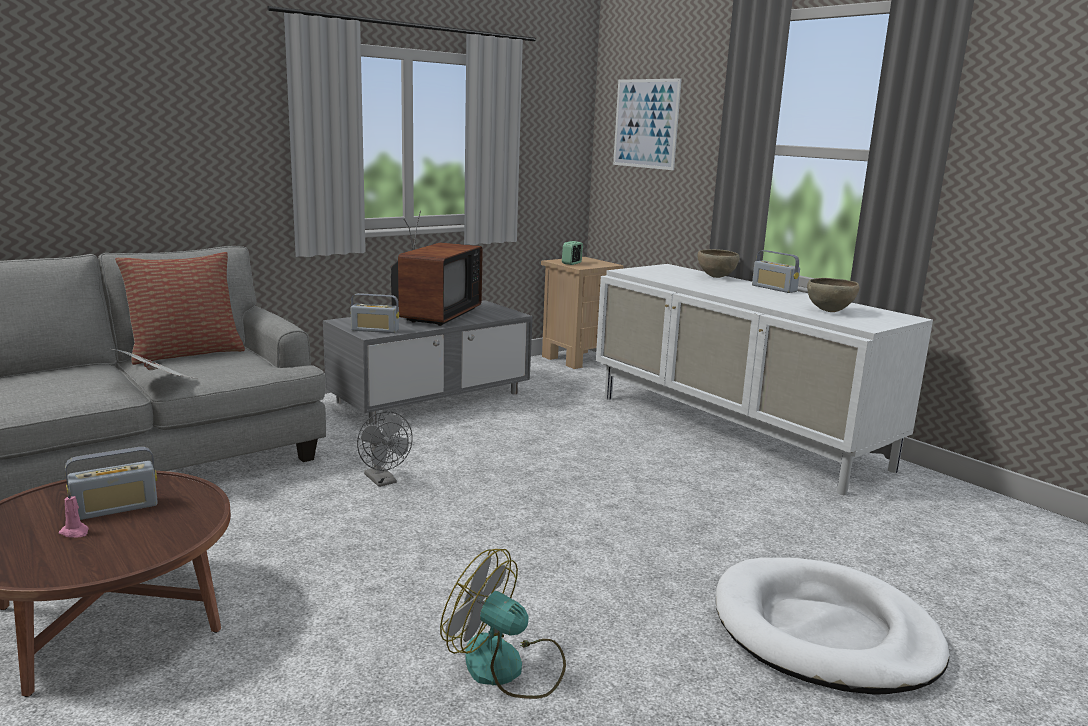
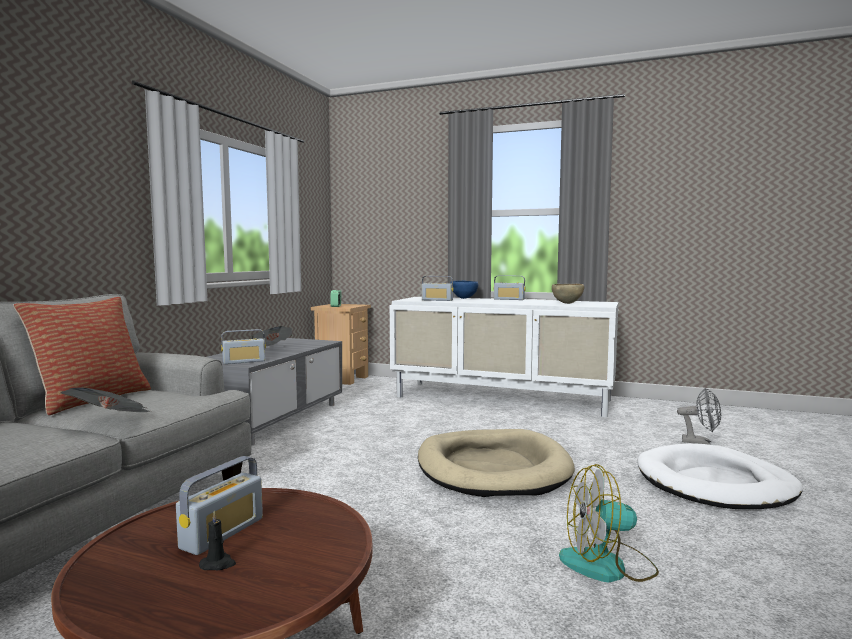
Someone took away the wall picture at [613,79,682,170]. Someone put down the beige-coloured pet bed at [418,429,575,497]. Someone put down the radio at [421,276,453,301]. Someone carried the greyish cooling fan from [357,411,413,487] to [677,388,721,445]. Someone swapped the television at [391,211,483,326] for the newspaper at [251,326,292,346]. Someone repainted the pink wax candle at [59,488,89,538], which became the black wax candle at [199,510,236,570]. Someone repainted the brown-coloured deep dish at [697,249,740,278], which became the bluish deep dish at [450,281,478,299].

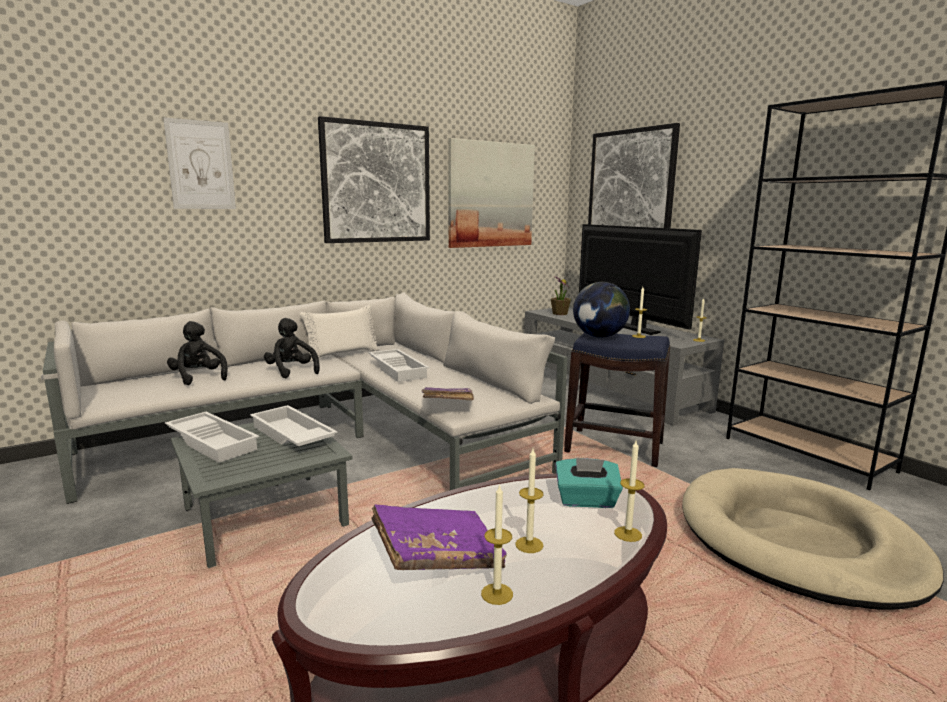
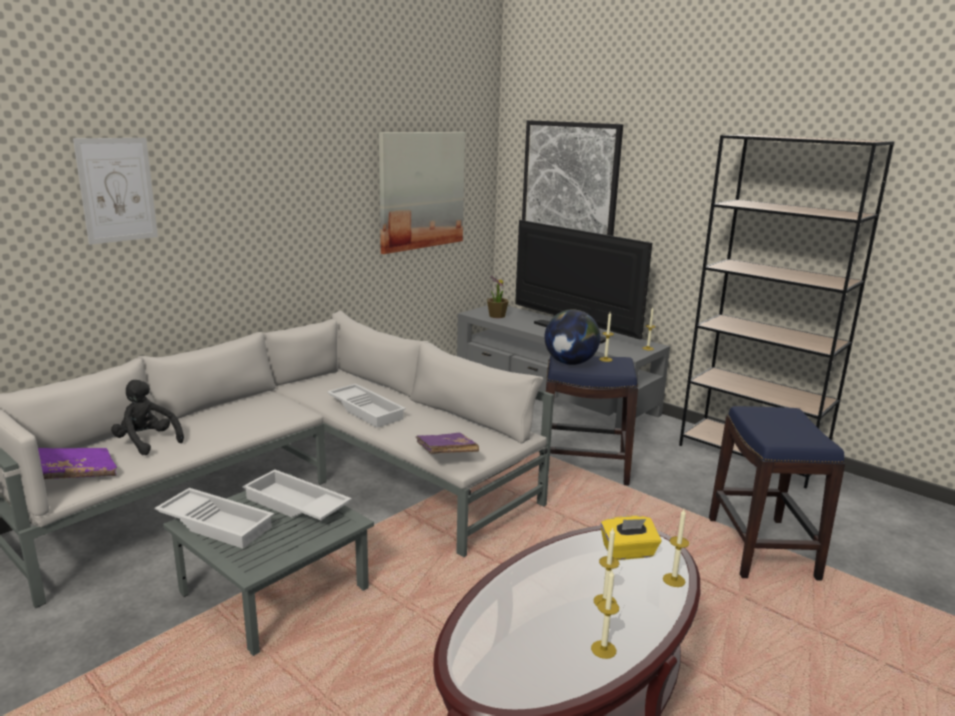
Someone took away the black cuddly toy at [264,318,320,378]. Someone took away the white-coloured pillow at [299,305,379,362]. Someone took away the wall picture at [318,116,430,243]. Someone carried the purple-coloured bound book from [371,505,506,570] to [38,448,117,479]. Someone swapped the beige-coloured pet bed at [682,468,944,610] for the sitting stool at [709,406,845,580]. Someone repainted the turquoise box of tissues at [555,458,623,508], which became the yellowish box of tissues at [601,516,661,560].

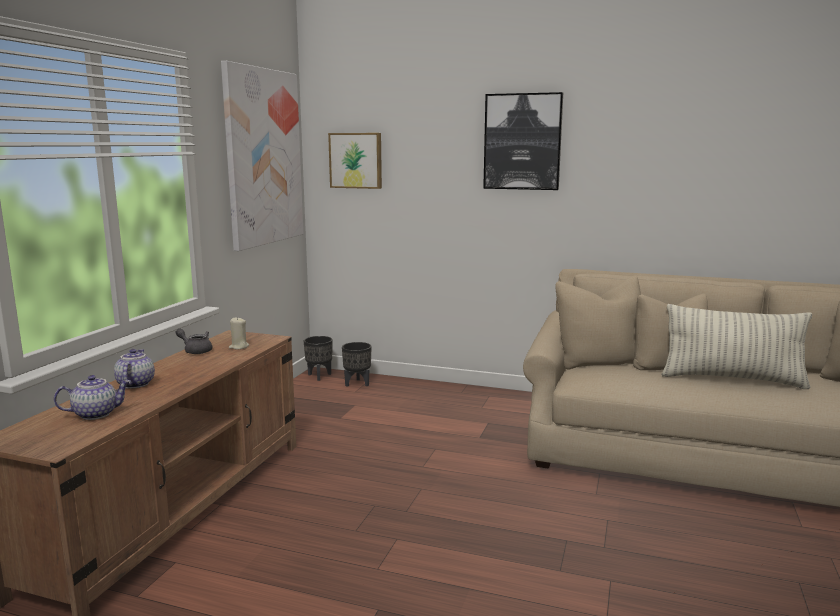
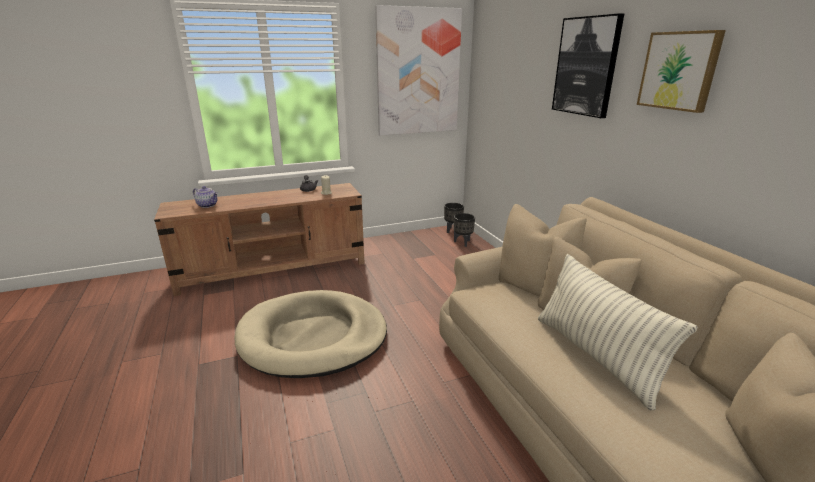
Someone took away the tea pot at [114,349,155,388]. Someone put down the beige-coloured pet bed at [234,290,387,378]. Someone carried the wall picture from [328,133,382,189] to [637,30,726,113].

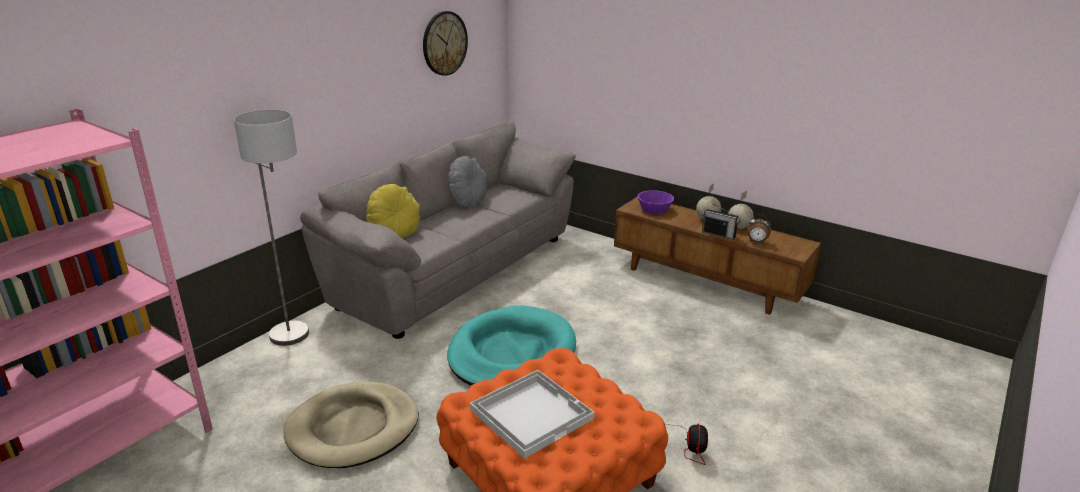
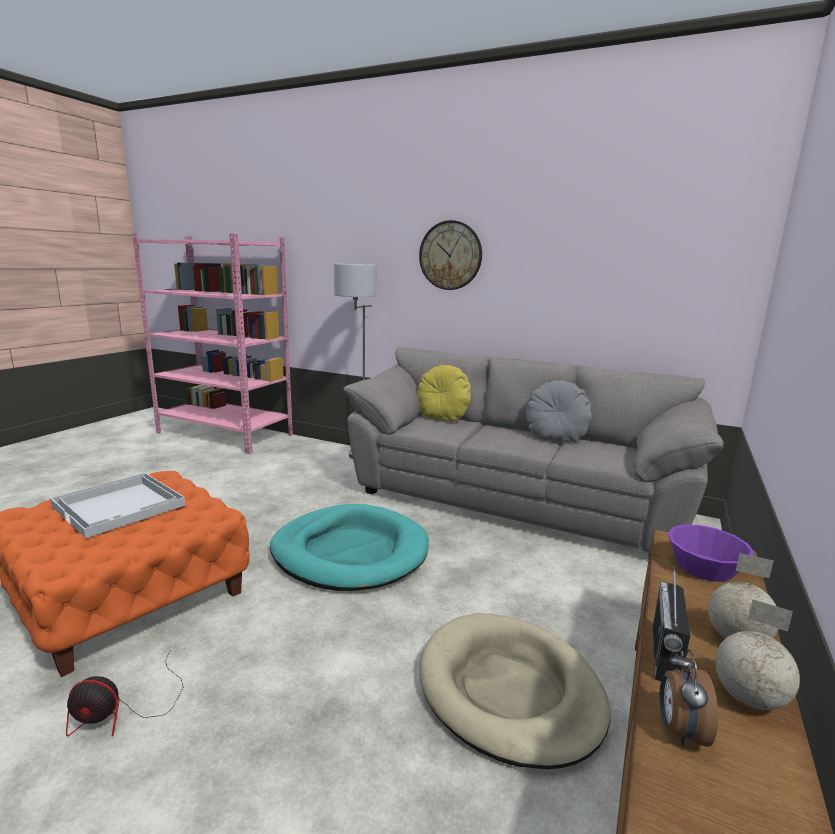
Someone carried the beige-coloured pet bed from [283,382,419,468] to [419,613,611,769]. Someone carried the hanging clock from [423,11,468,76] to [419,220,482,290].

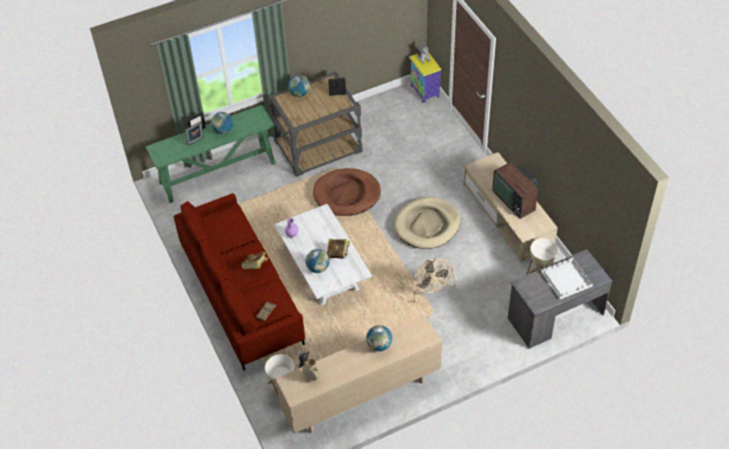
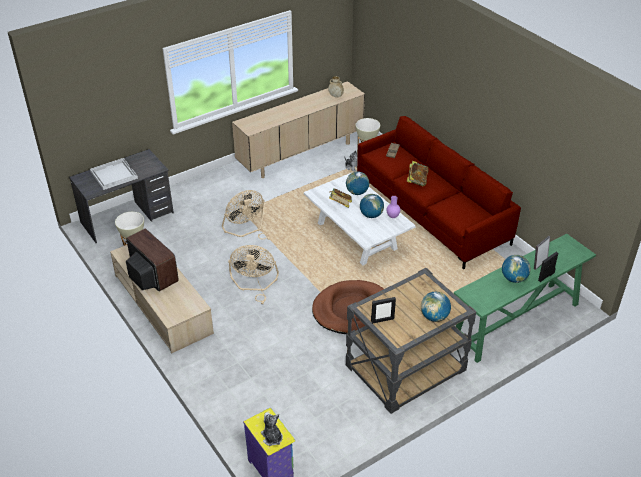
Someone carried the world globe from [366,325,392,351] to [360,194,384,218]. Someone swapped the beige-coloured pet bed at [394,197,461,249] for the beige-coloured cooling fan at [228,245,279,304].

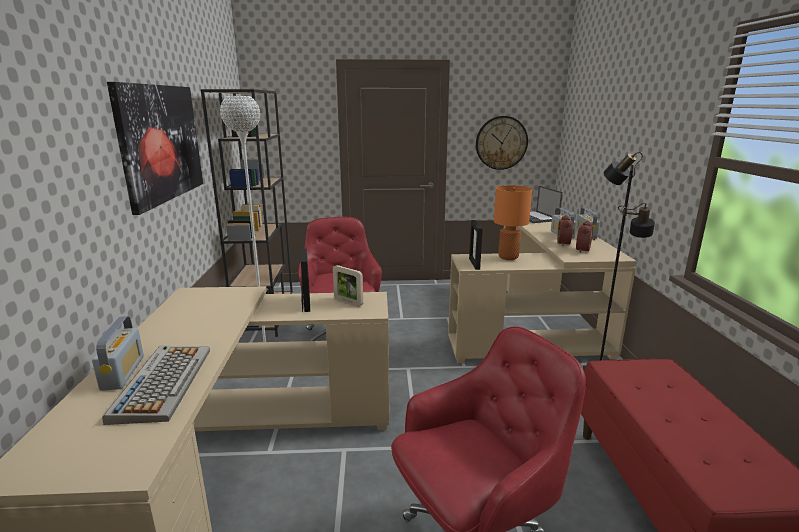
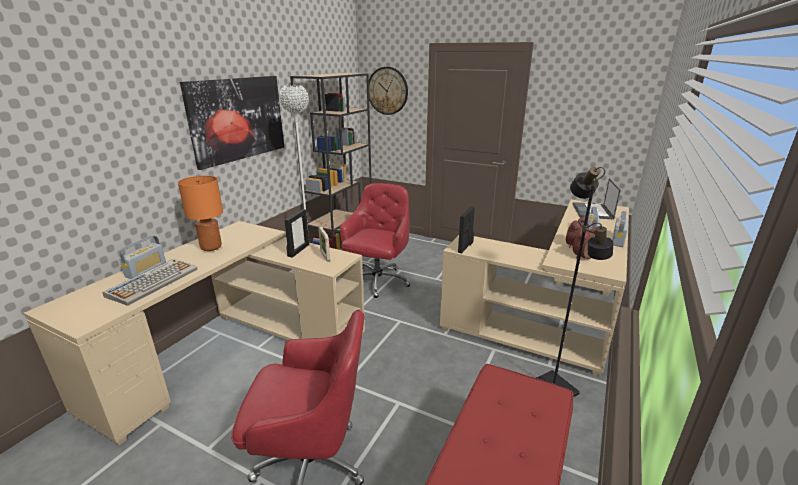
Someone carried the hanging clock from [476,116,528,170] to [369,67,408,115]. Someone carried the orangey tabletop lamp from [494,185,532,260] to [178,176,223,251].

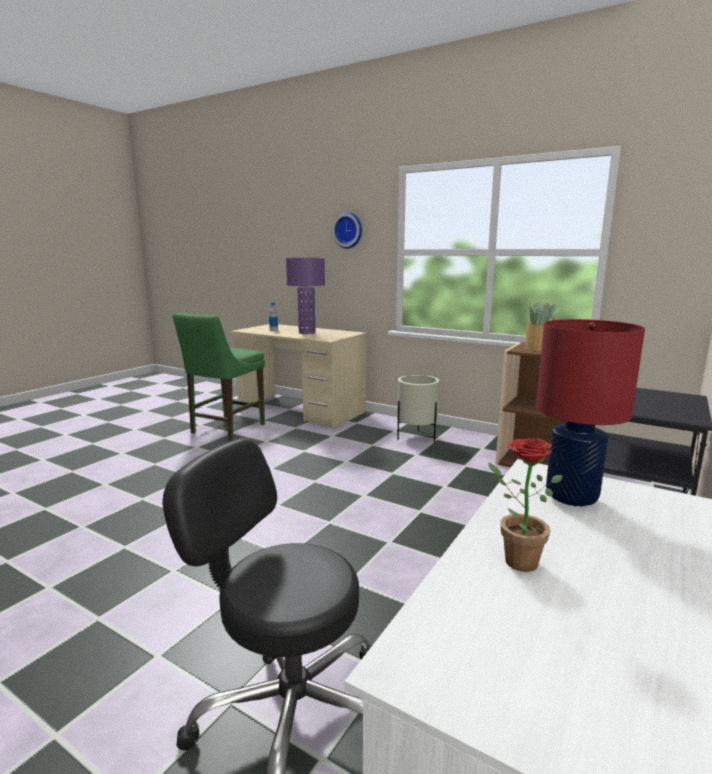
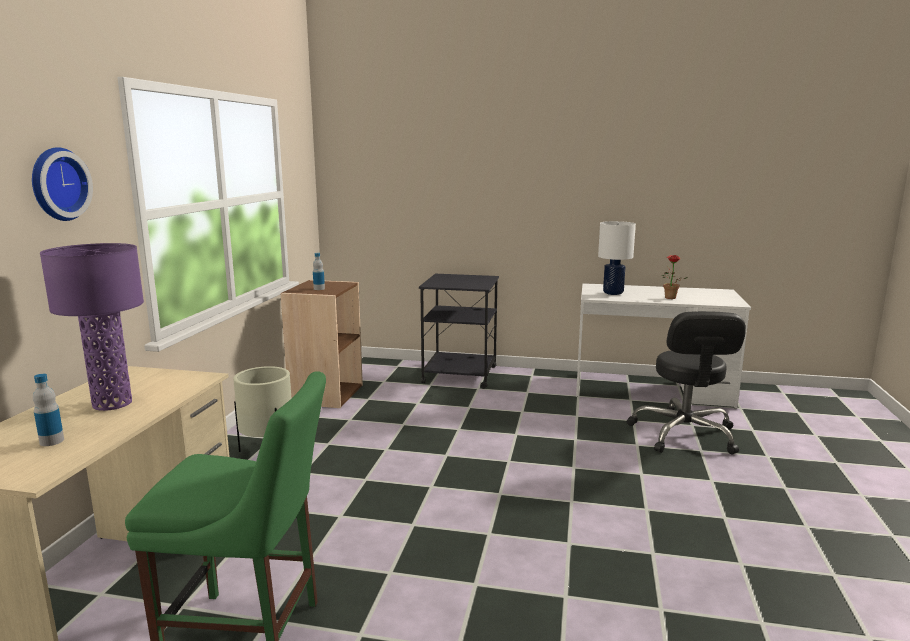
Someone swapped the plant in a pot at [525,303,560,351] for the bottle at [313,253,325,290]. Someone repainted the reddish tabletop lamp at [536,319,645,506], which became the white-coloured tabletop lamp at [598,221,636,295].

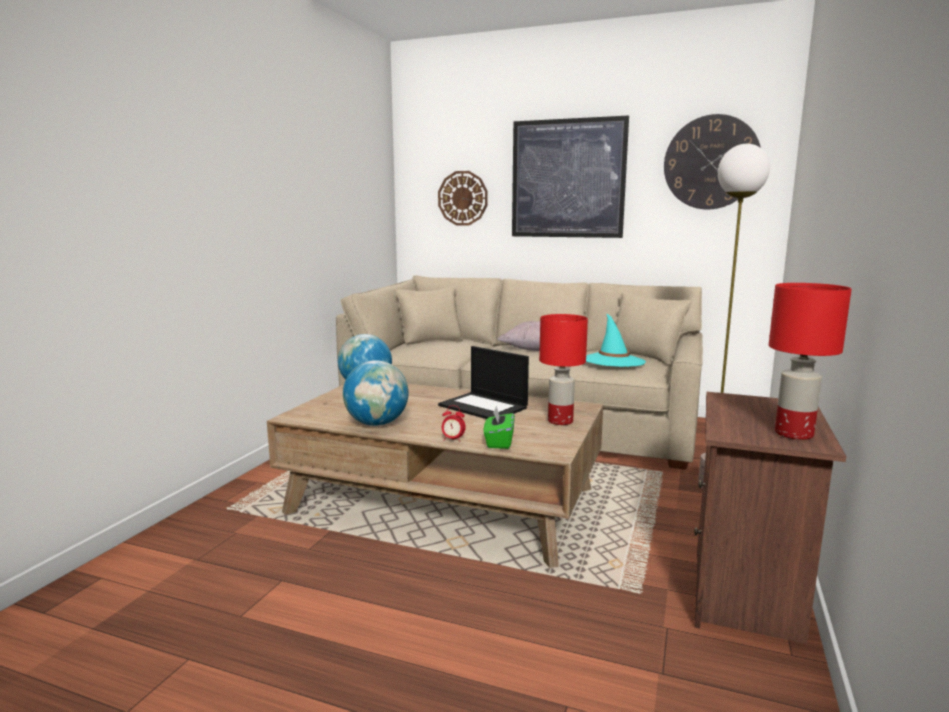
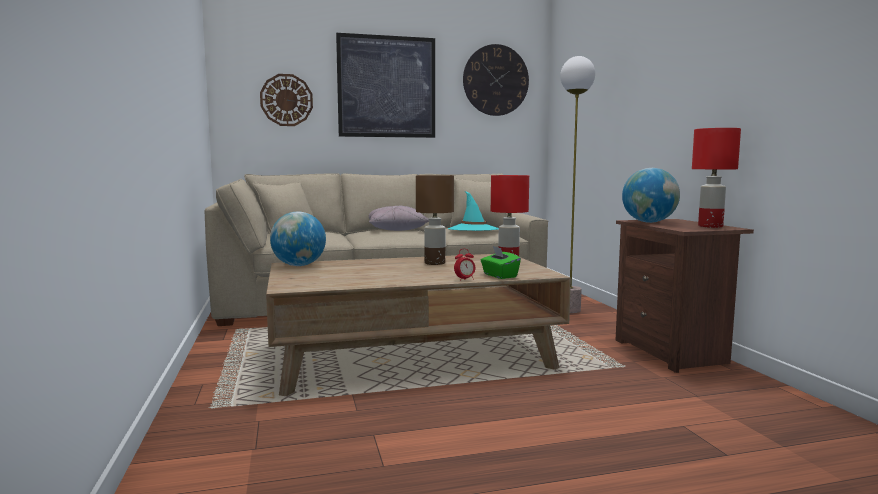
Someone carried the world globe from [343,360,408,426] to [622,168,680,223]. Someone swapped the portable computer at [438,346,529,419] for the brown-coloured tabletop lamp at [416,175,454,265].

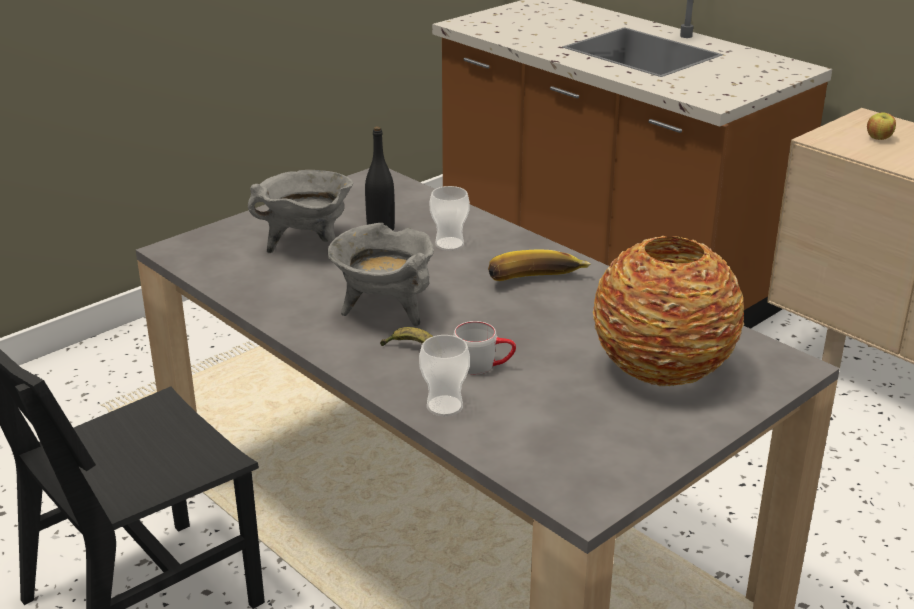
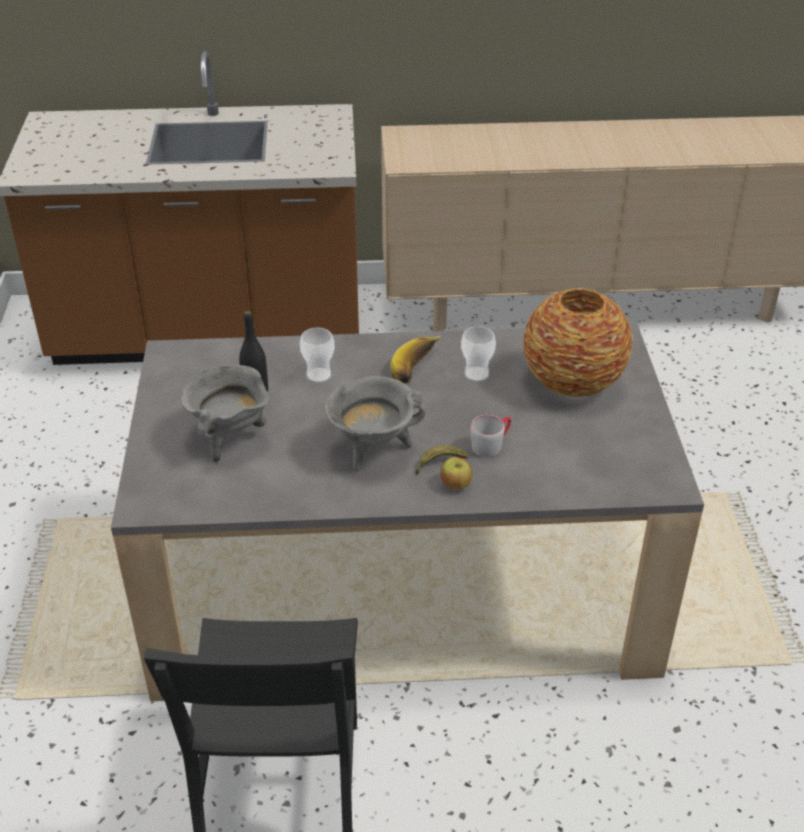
Someone carried the drinking cup from [419,335,470,416] to [461,326,496,382]. Someone carried the whole apple from [867,113,896,140] to [440,457,472,490].

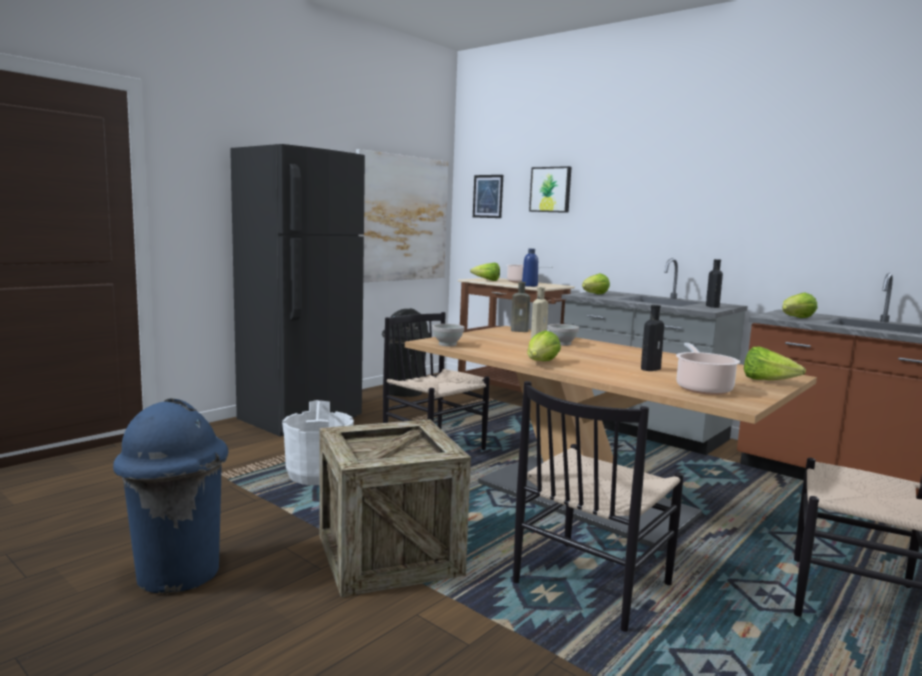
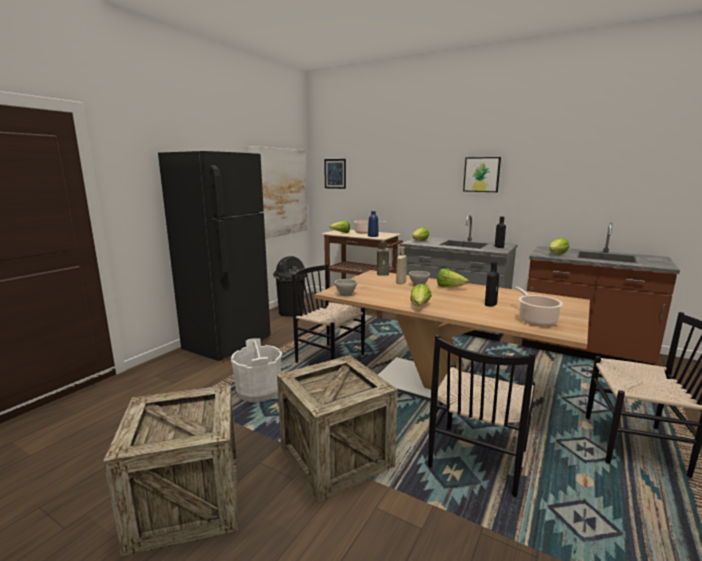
Someone carried the wall picture from [529,166,572,213] to [463,157,501,192]. Someone carried the head of lettuce from [744,347,806,380] to [437,269,469,287]. Someone swapped the bluish trash can at [113,398,229,593] for the packing crate at [103,385,238,557].

